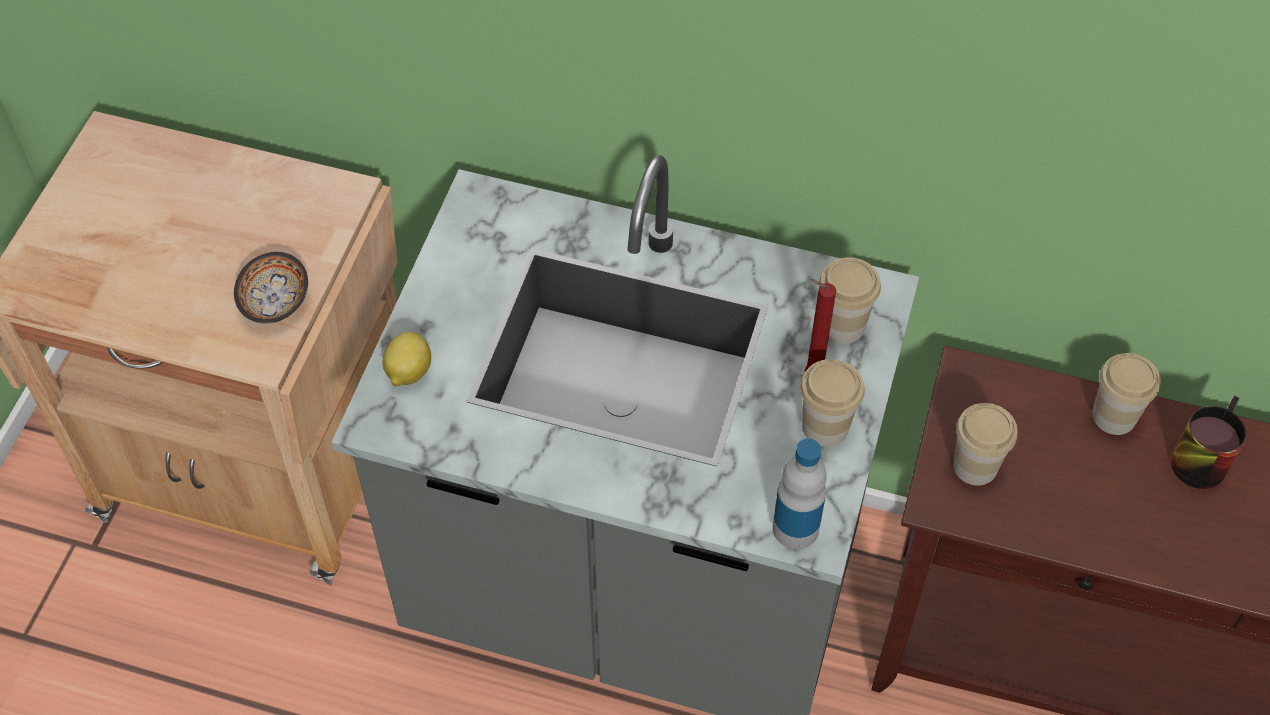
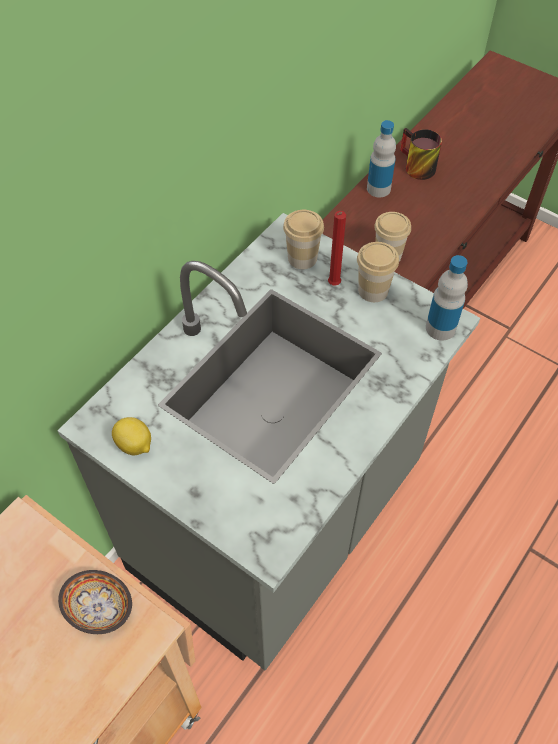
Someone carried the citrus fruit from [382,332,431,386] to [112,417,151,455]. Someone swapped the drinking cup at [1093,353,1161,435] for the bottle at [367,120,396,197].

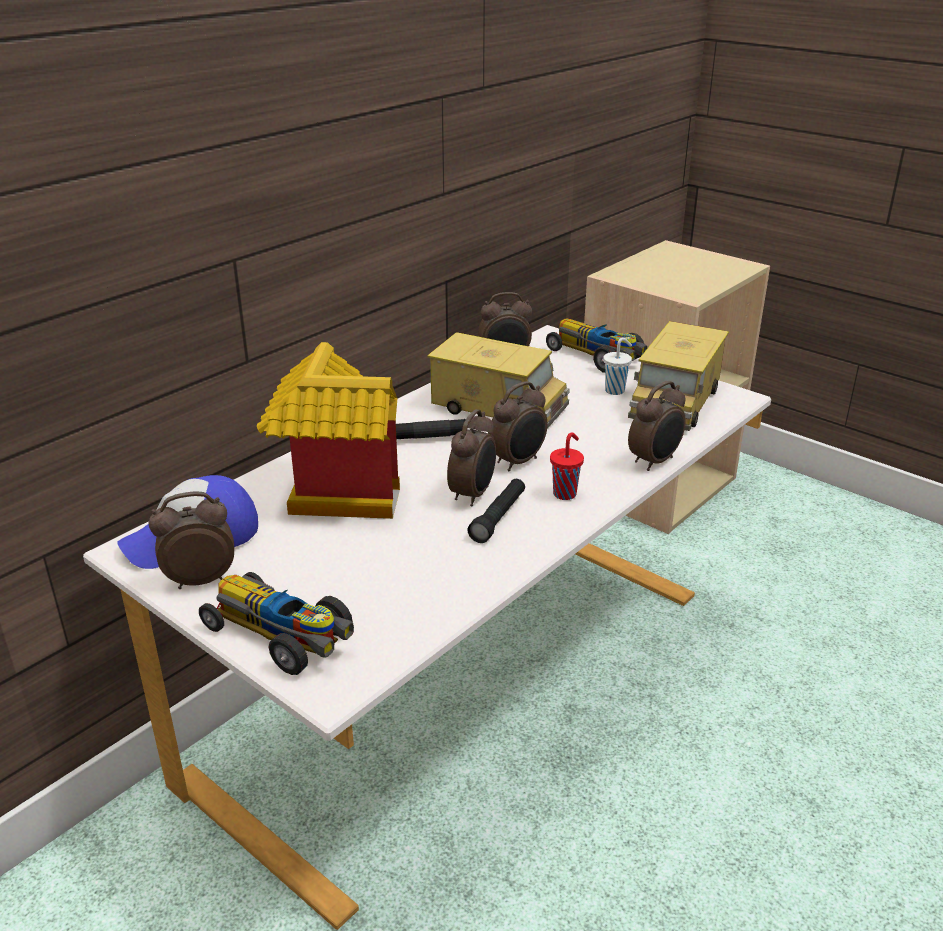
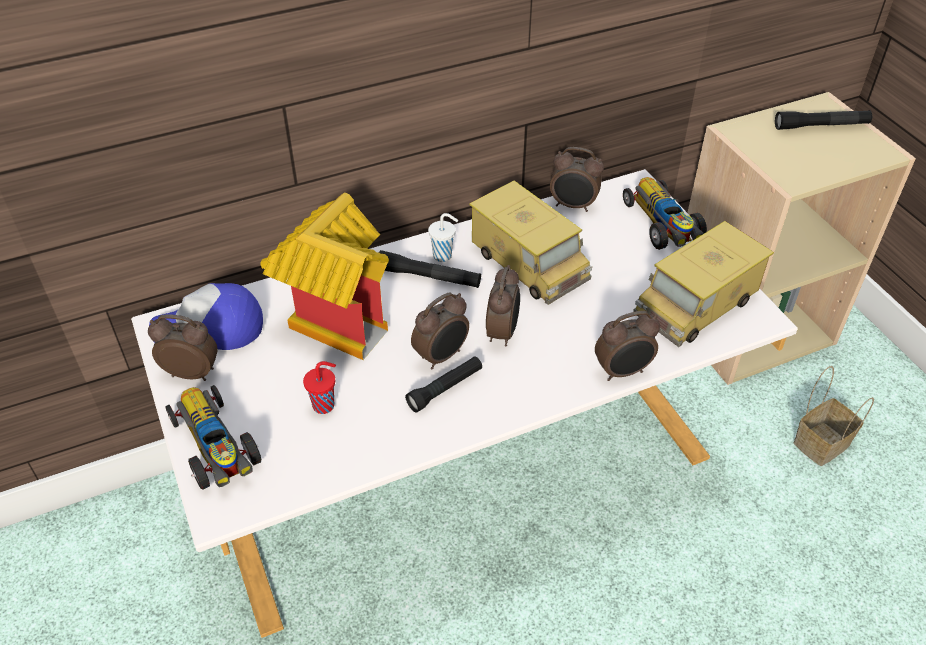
Someone put down the black hand torch at [775,110,872,130]. Someone put down the basket at [793,366,874,466]. Someone carried the reddish drinking cup from [550,432,584,500] to [303,361,336,414]. Someone carried the white-coloured drinking cup from [604,338,632,395] to [428,213,458,262]. Someone rotated the table clock at [488,381,548,472] by 60 degrees counterclockwise.

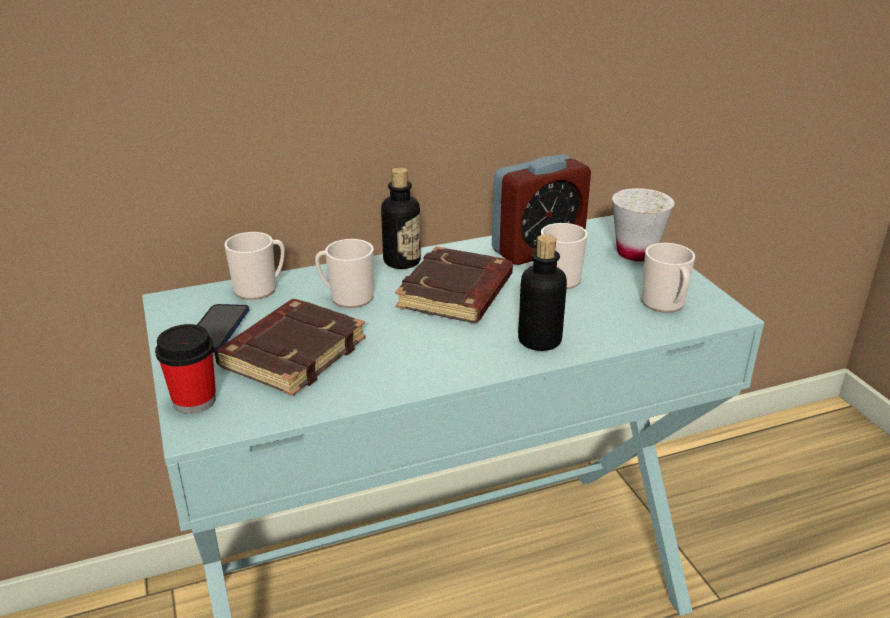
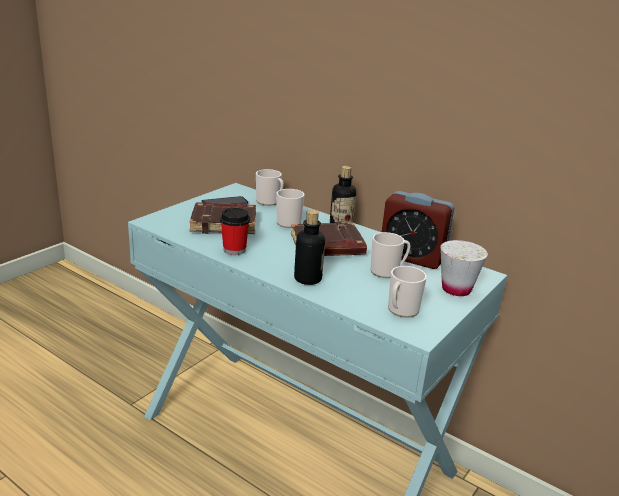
Someone carried the drinking cup from [155,324,216,414] to [220,208,250,255].

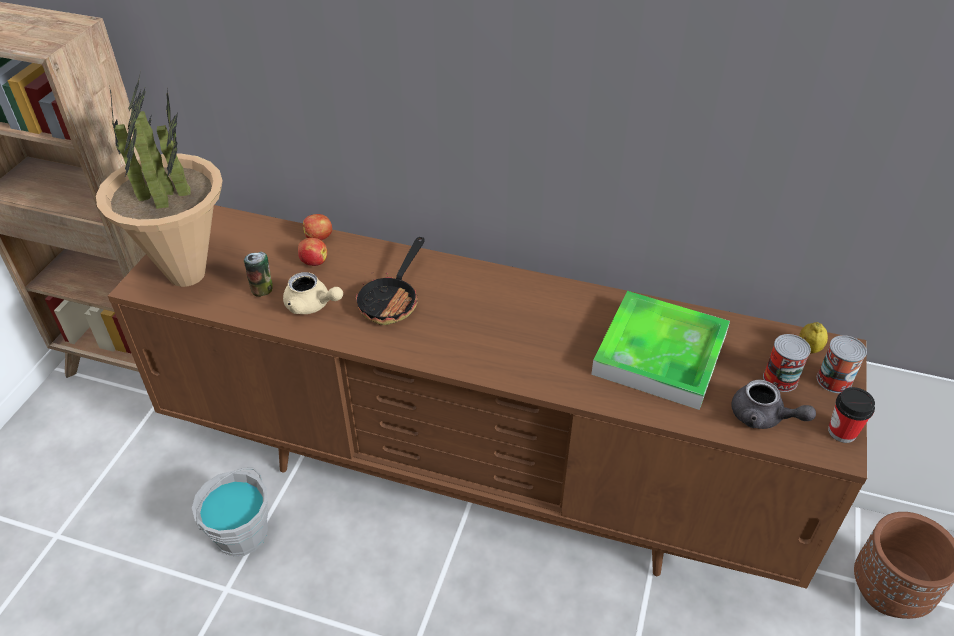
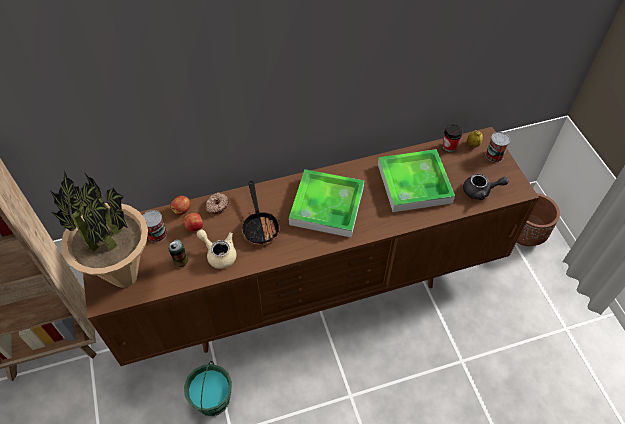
Someone put down the ring doughnut at [205,192,229,215]. Someone put down the tray at [289,169,364,237]. Someone carried the sealed can from [763,334,811,392] to [142,210,167,242]. Someone carried the drinking cup from [828,387,875,443] to [443,124,463,152]. Someone repainted the greyish bucket at [192,467,268,557], which became the green-coloured bucket at [184,361,232,416]. Someone rotated the beige-coloured tea pot at [283,272,343,314] by 135 degrees counterclockwise.

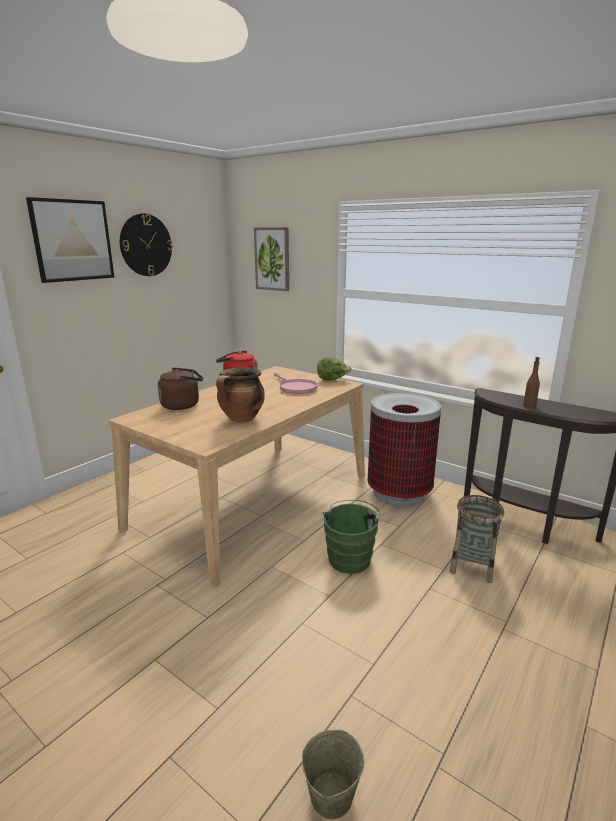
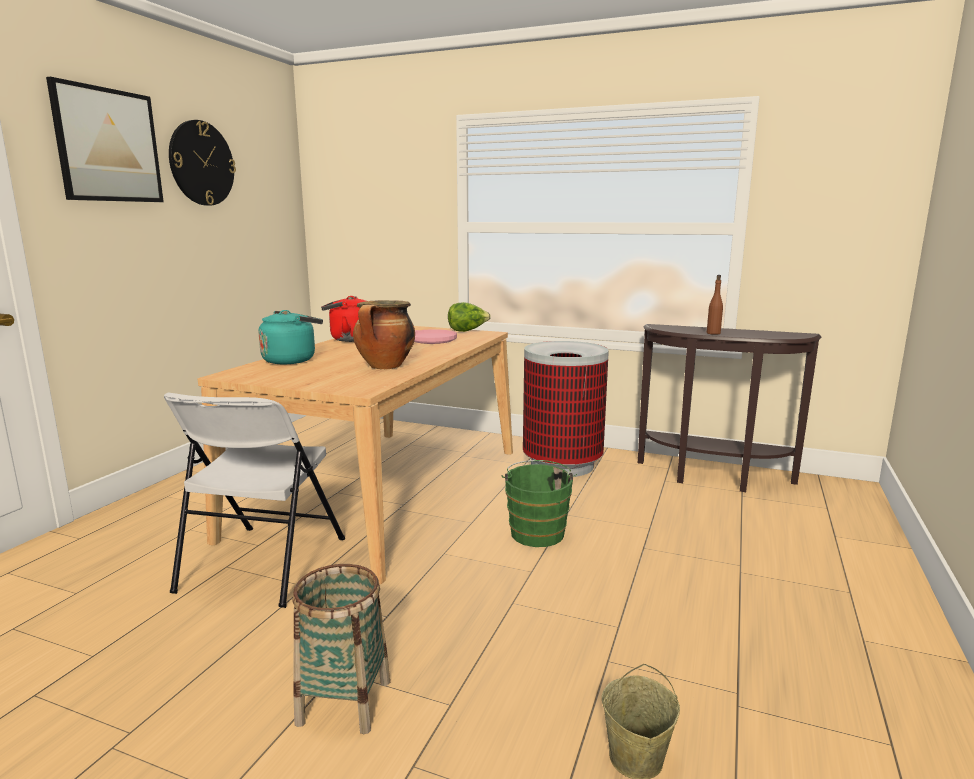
Someone took away the wall picture at [254,227,289,291]. Someone put down the white-coloured chair at [164,393,345,608]. Someone carried the basket from [450,495,504,583] to [293,564,390,734]. Someone repainted the brown-coloured tea kettle at [158,368,203,410], which became the turquoise tea kettle at [259,310,323,364].

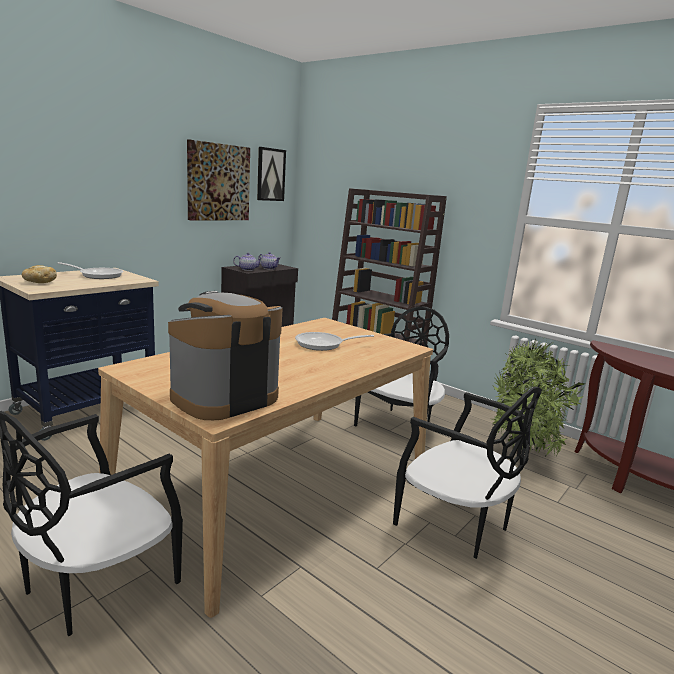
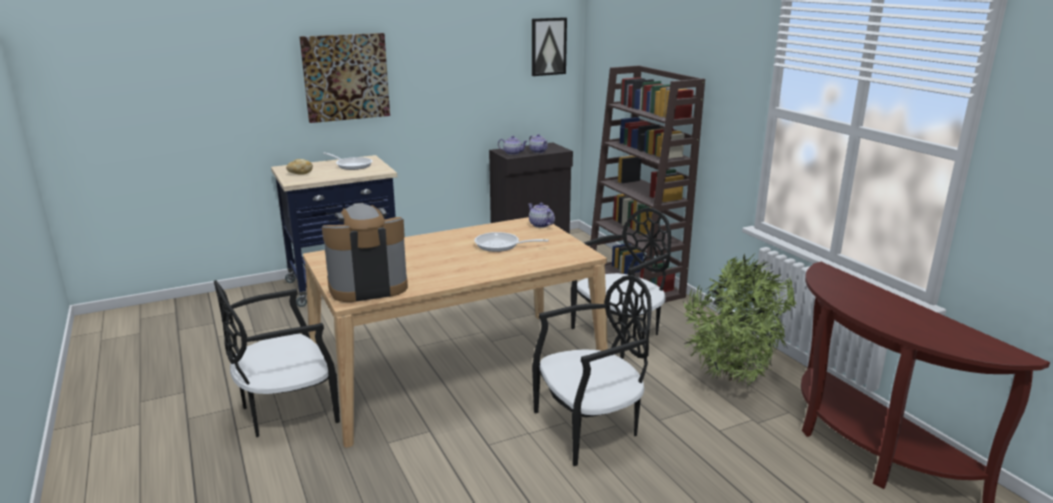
Someone put down the tea pot at [528,203,555,228]. Someone carried the wall picture from [187,139,250,220] to [299,33,390,123]. Someone rotated the black chair at [393,386,542,559] by 90 degrees counterclockwise.

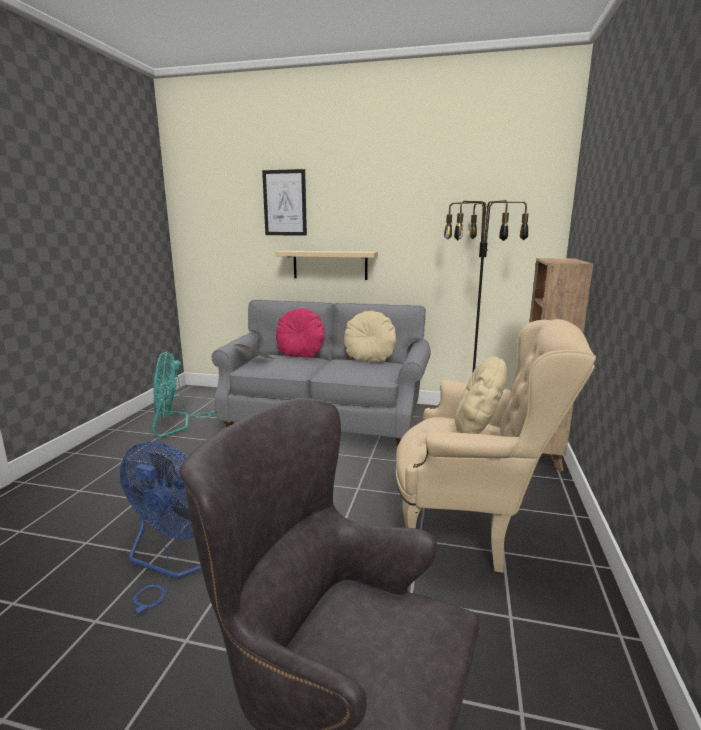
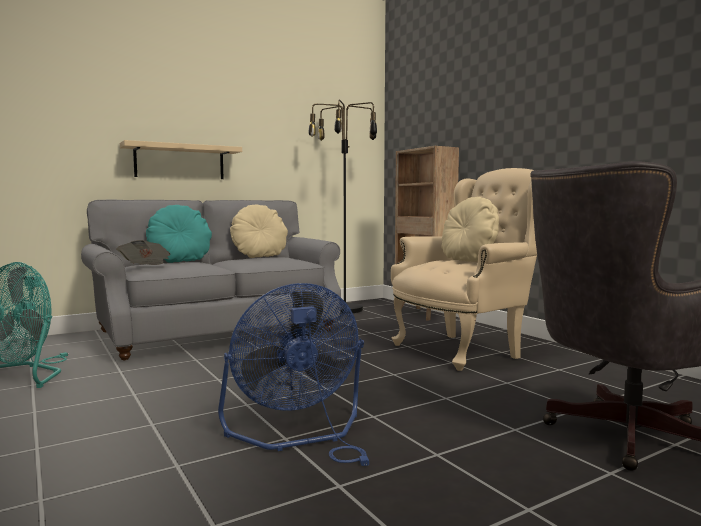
Someone took away the wall picture at [262,169,307,235]. Someone repainted the pink pillow at [276,308,325,358], which became the turquoise pillow at [146,205,212,263].

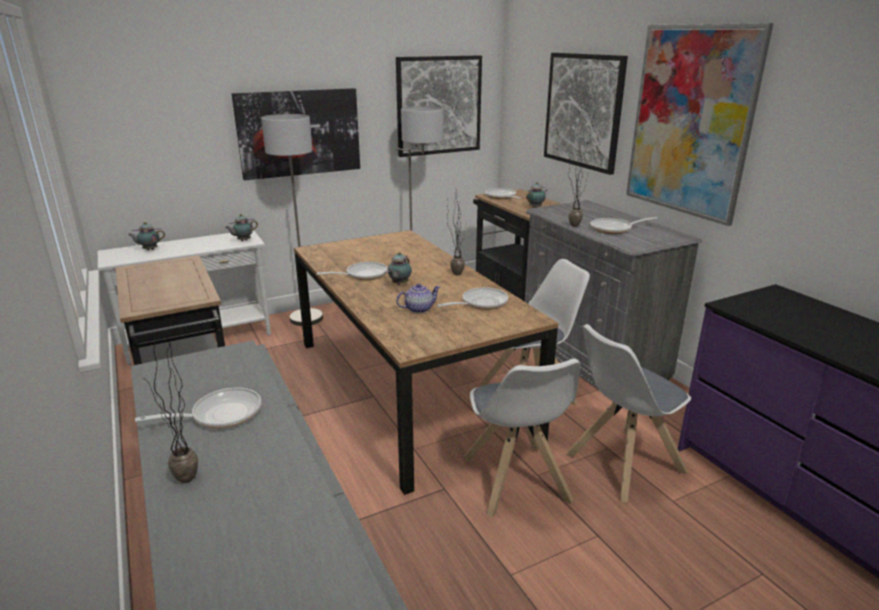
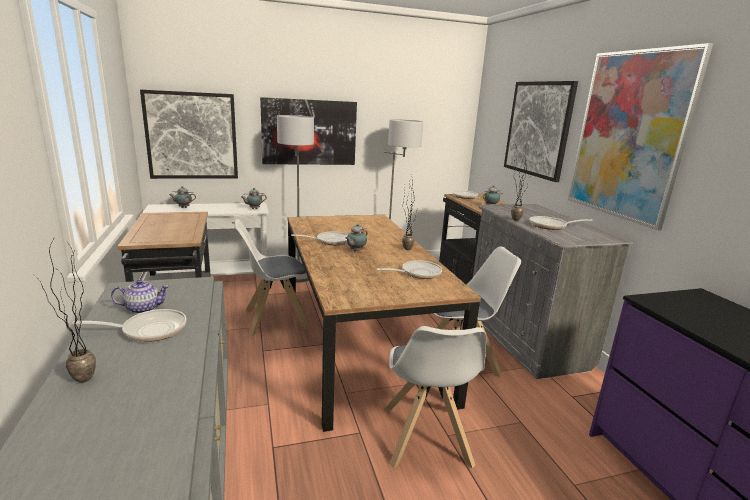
Someone carried the wall picture from [396,55,482,157] to [140,90,238,179]. Someone carried the tea pot from [396,283,440,313] to [111,280,170,314]. Someone carried the chair from [566,324,691,503] to [234,219,310,336].

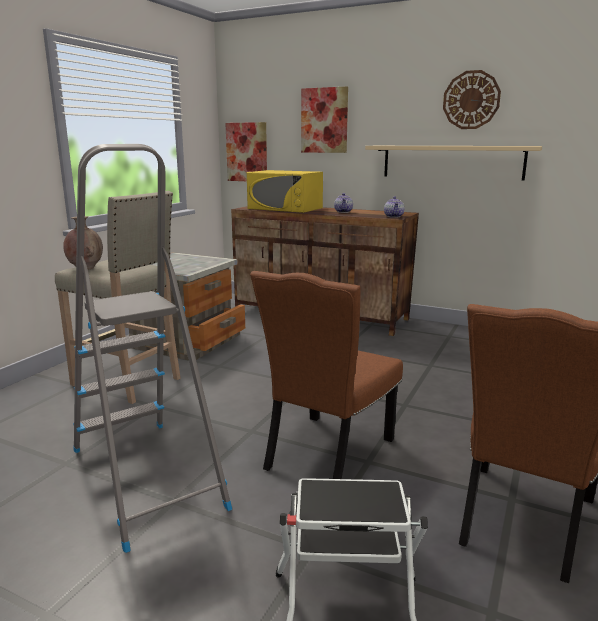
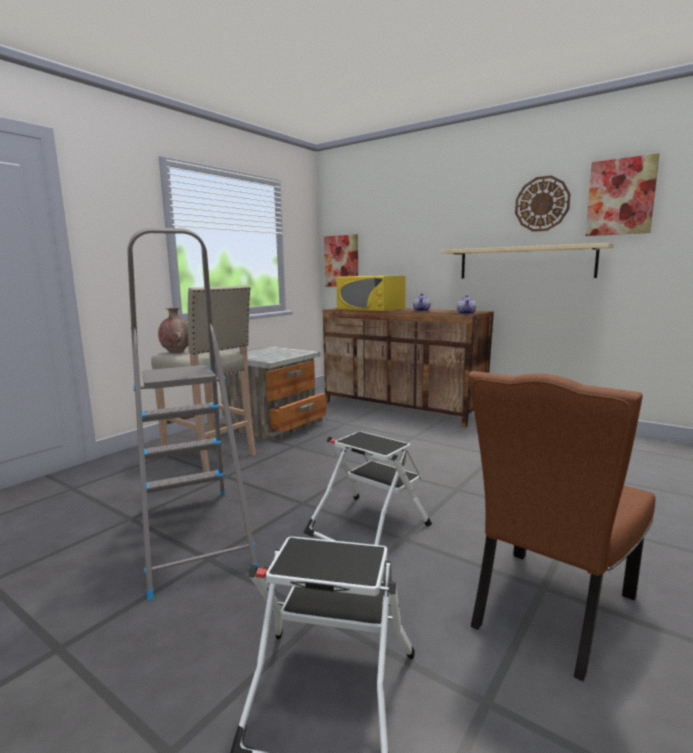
Someone carried the wall picture from [301,86,348,153] to [585,153,659,236]. Someone swapped the brown-coloured chair at [250,271,403,479] for the step ladder at [303,431,432,545].

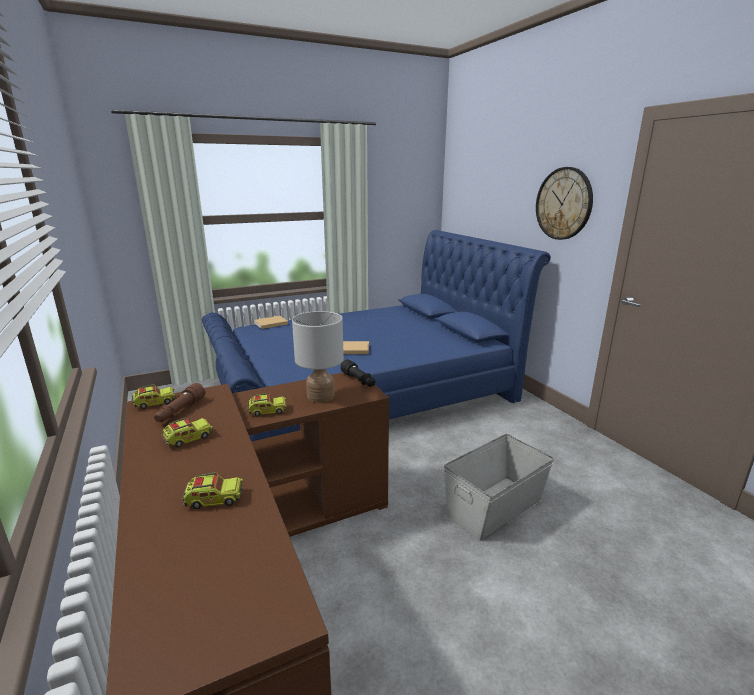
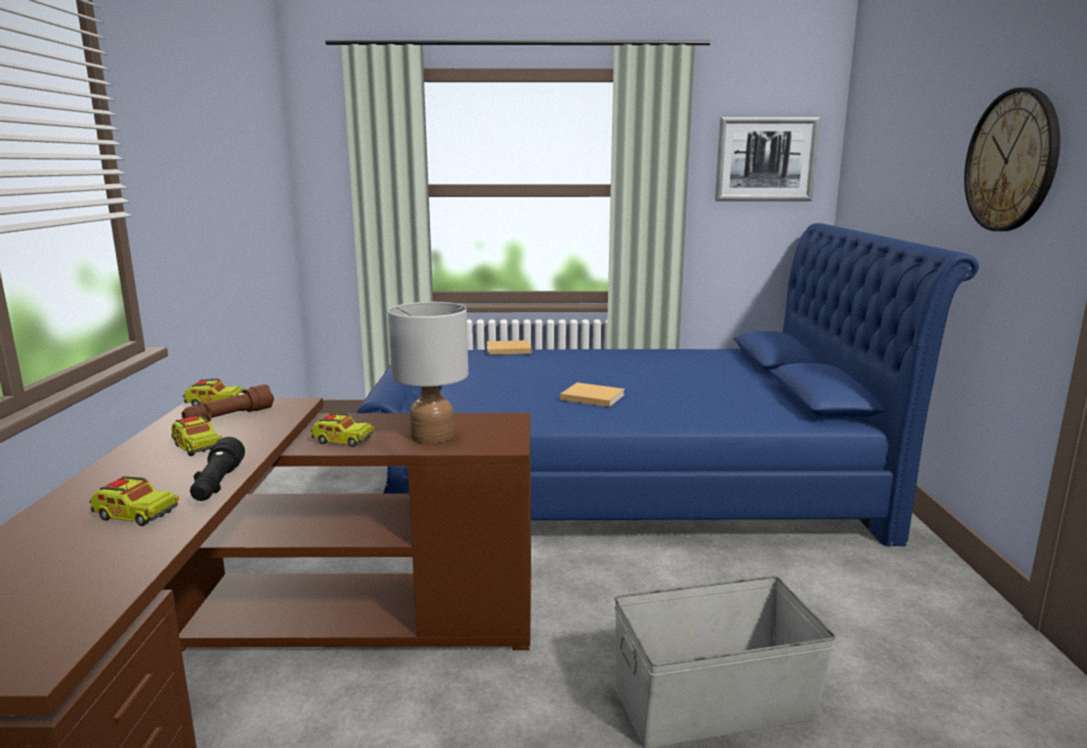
Someone put up the wall picture at [715,117,820,201]. Someone carried the black hand torch from [340,359,375,387] to [190,437,245,501]. Someone rotated the model truck at [161,417,213,448] by 60 degrees clockwise.

